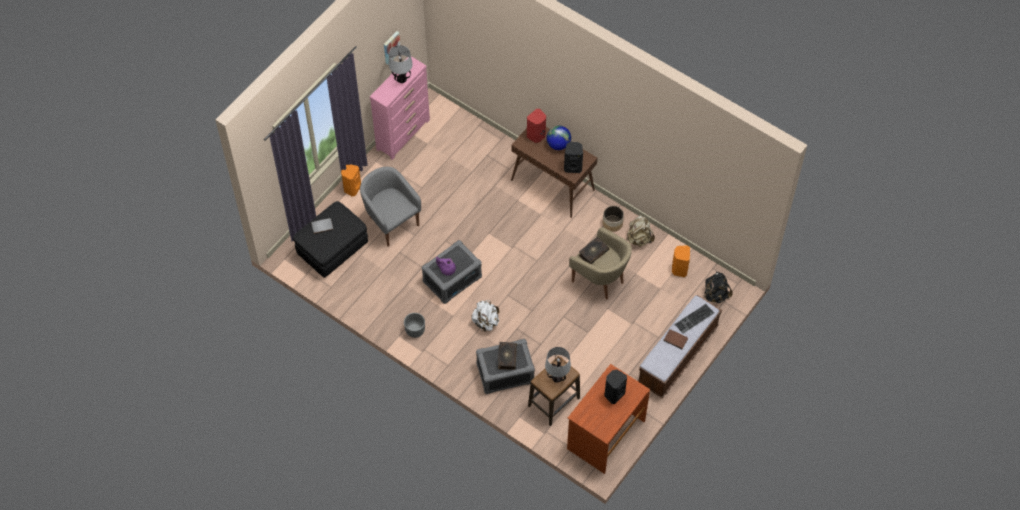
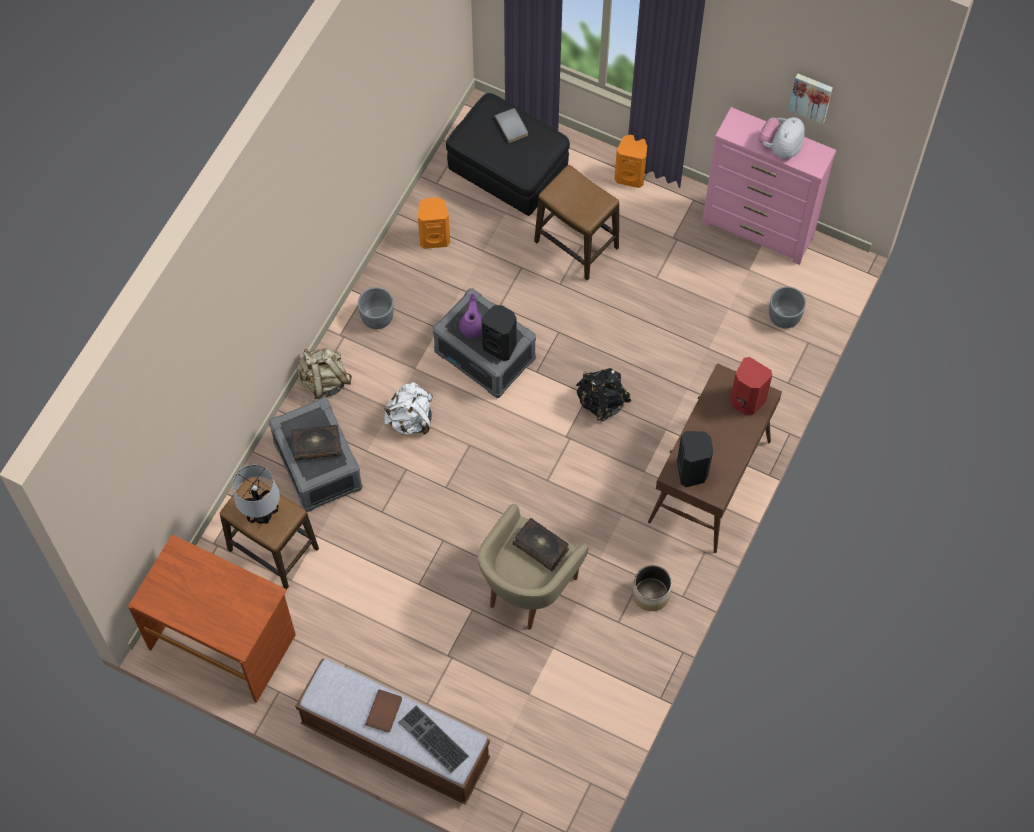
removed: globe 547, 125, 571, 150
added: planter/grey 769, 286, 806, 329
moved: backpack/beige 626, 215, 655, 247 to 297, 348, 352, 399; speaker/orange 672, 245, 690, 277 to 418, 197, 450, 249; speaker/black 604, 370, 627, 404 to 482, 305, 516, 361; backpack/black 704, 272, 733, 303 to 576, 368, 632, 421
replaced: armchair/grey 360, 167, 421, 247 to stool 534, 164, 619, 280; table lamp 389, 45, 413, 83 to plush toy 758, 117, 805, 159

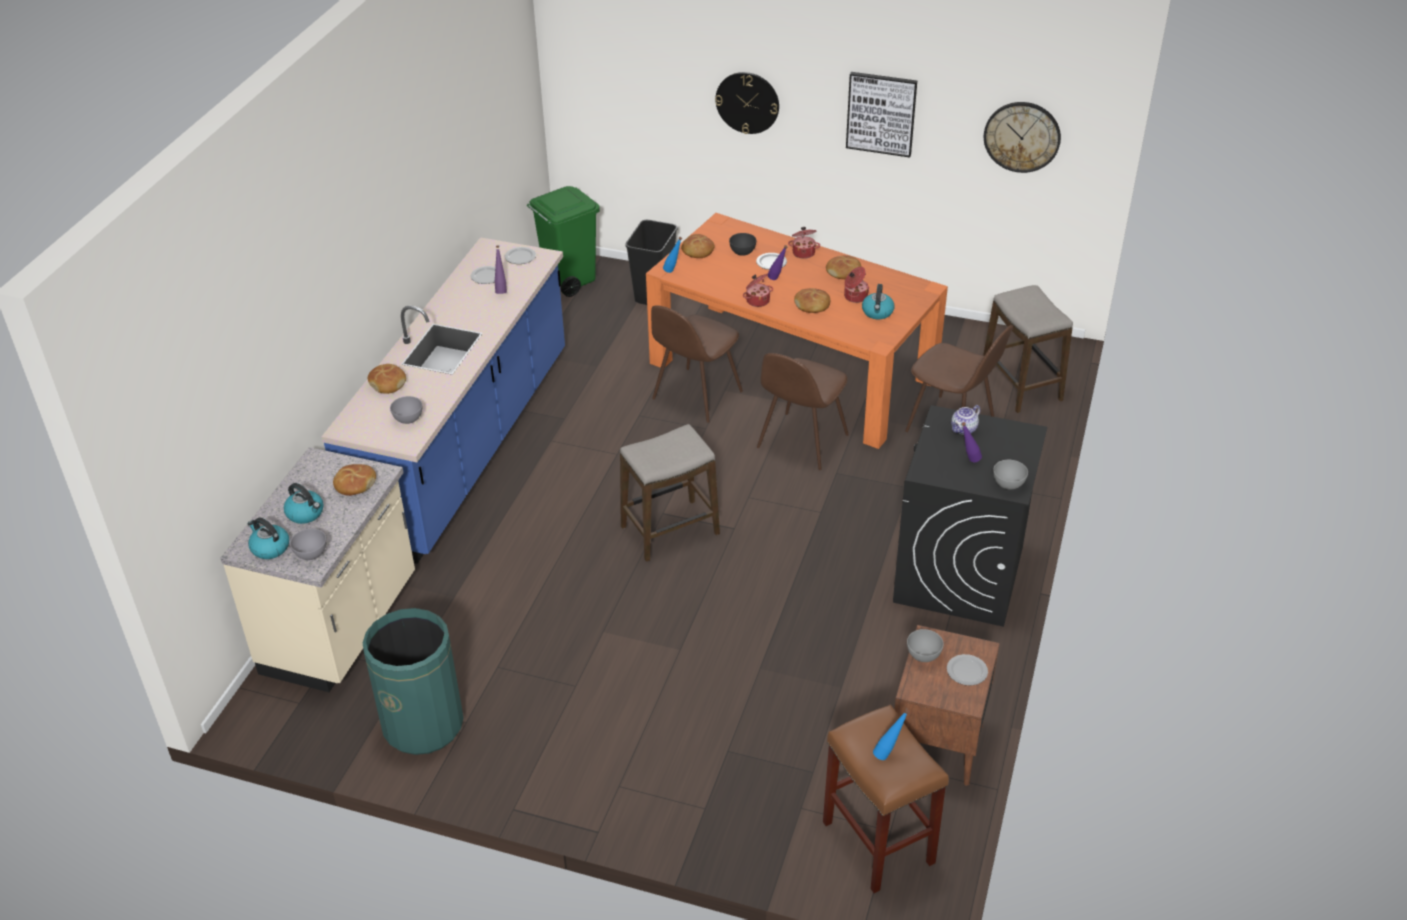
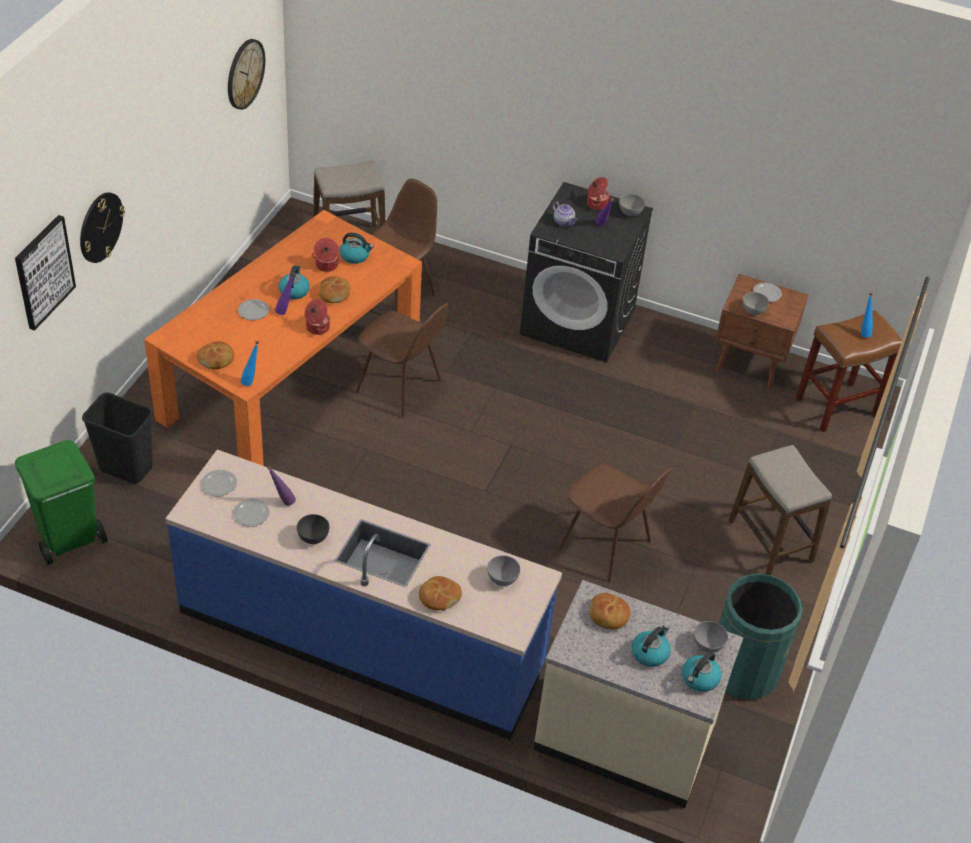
removed: bread 826, 256, 861, 279
added: kettle 278, 266, 310, 300
moved: picture 846, 72, 917, 158 to 15, 215, 76, 331; bowl/grey 729, 233, 756, 256 to 297, 514, 329, 544; chair/brown 651, 305, 743, 423 to 558, 464, 672, 582; cooking pot 788, 227, 820, 259 to 587, 177, 610, 210; stool 620, 424, 720, 562 to 729, 445, 832, 575

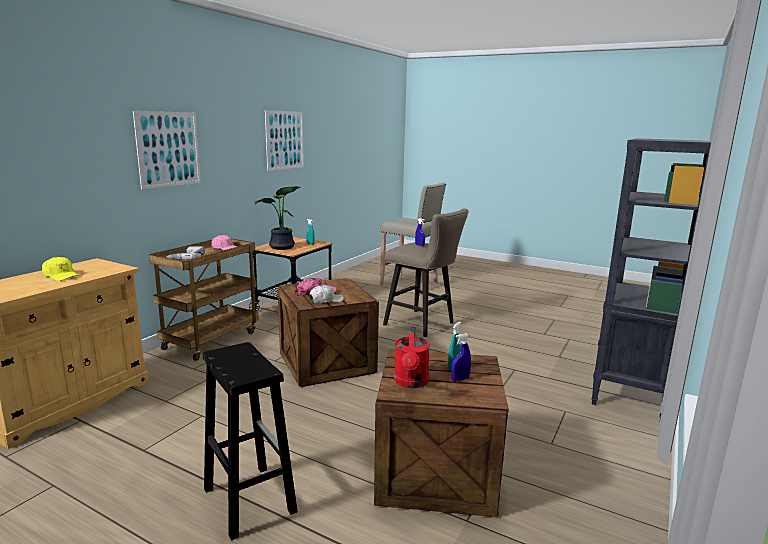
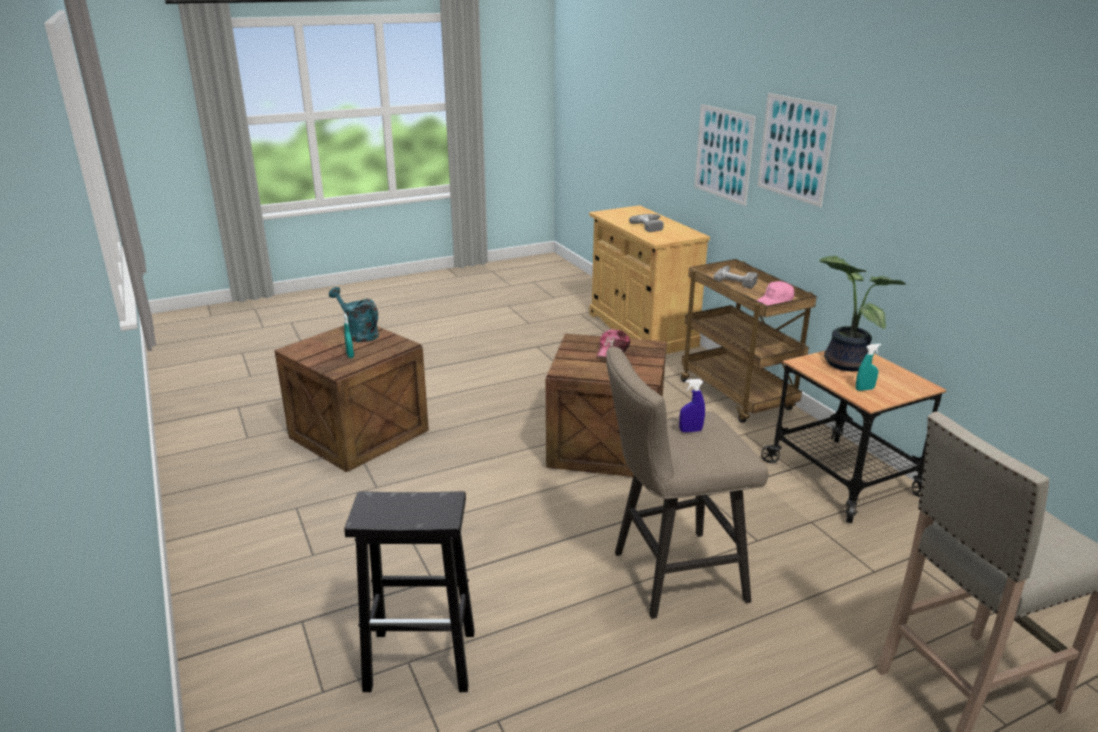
removed: cap/white 309, 285, 343, 303; spray bottle/blue 451, 334, 471, 381; bookcase/black 591, 138, 711, 418
moved: stool/black 203, 342, 298, 541 to 344, 491, 475, 692; picture 265, 110, 304, 171 to 694, 104, 756, 206
replaced: cap/yellow 42, 257, 80, 281 to power drill 629, 214, 664, 232
recoloured: watering can/red 394, 326, 430, 388 to watering can/turquoise 329, 287, 379, 342

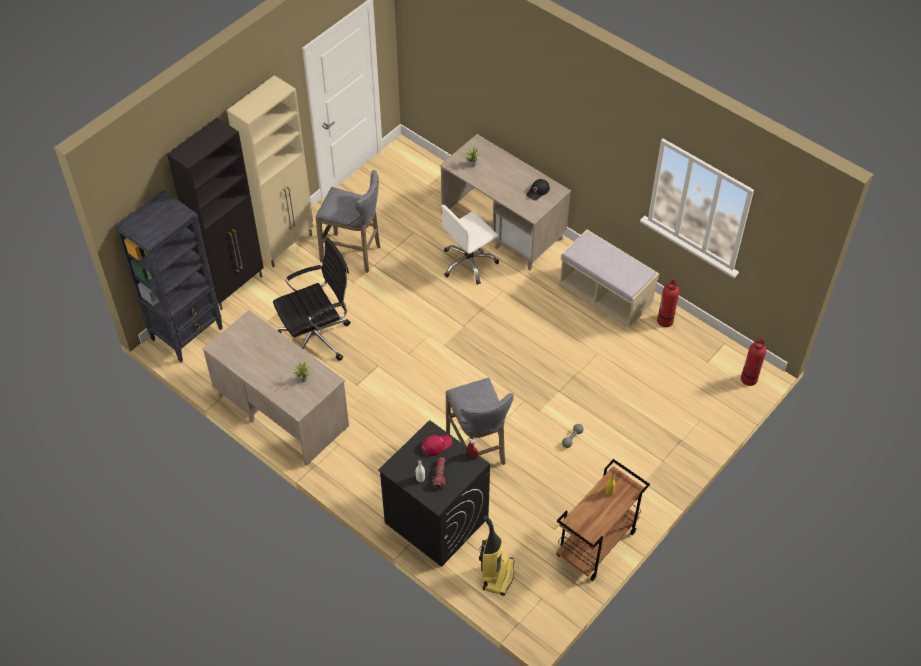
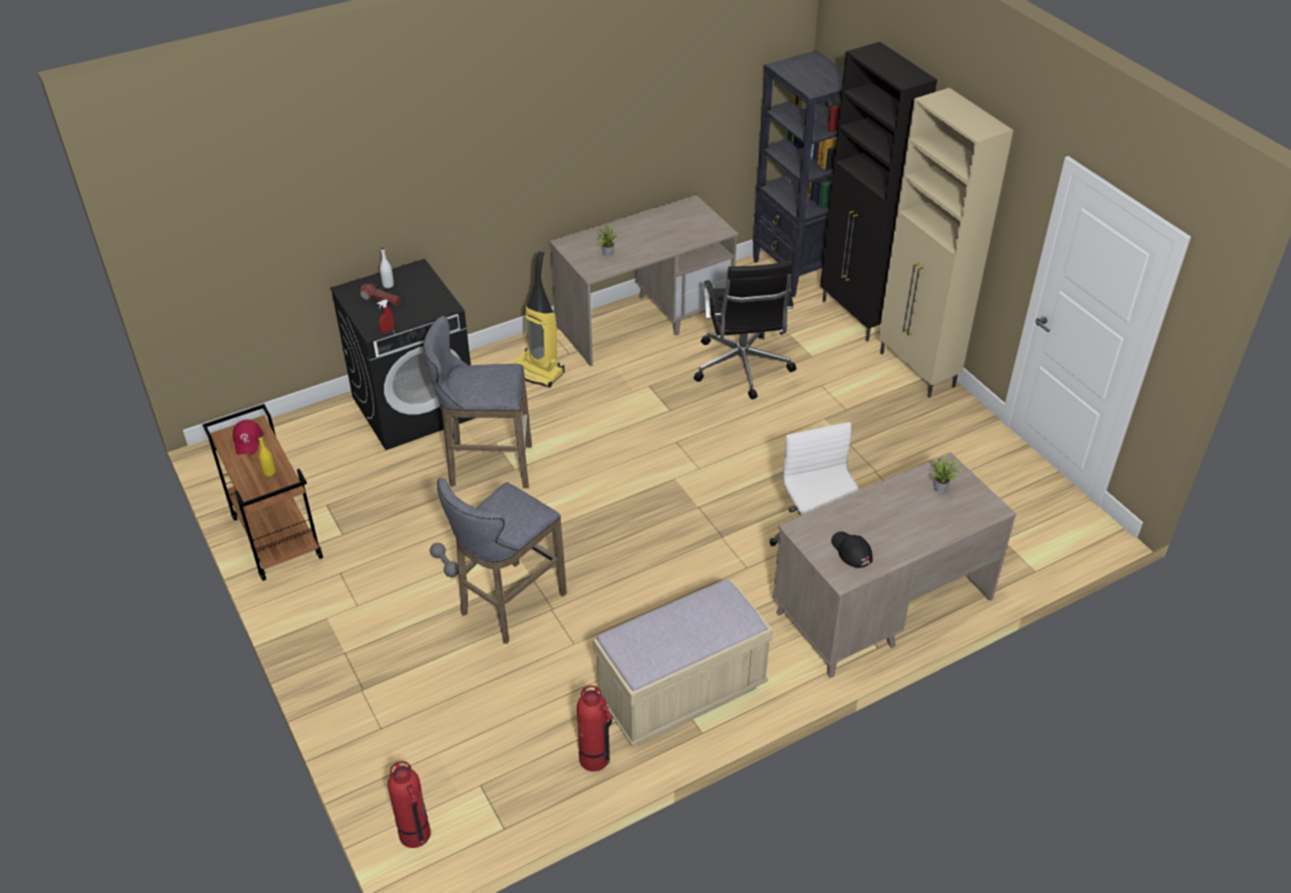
moved: cap/red 421, 435, 452, 456 to 233, 419, 263, 455; stool/grey 316, 170, 380, 273 to 437, 478, 567, 644; vacuum cleaner 479, 515, 515, 596 to 514, 251, 565, 387

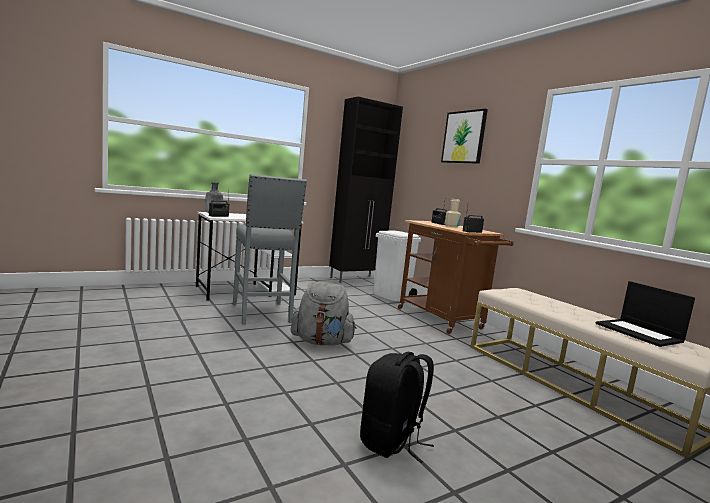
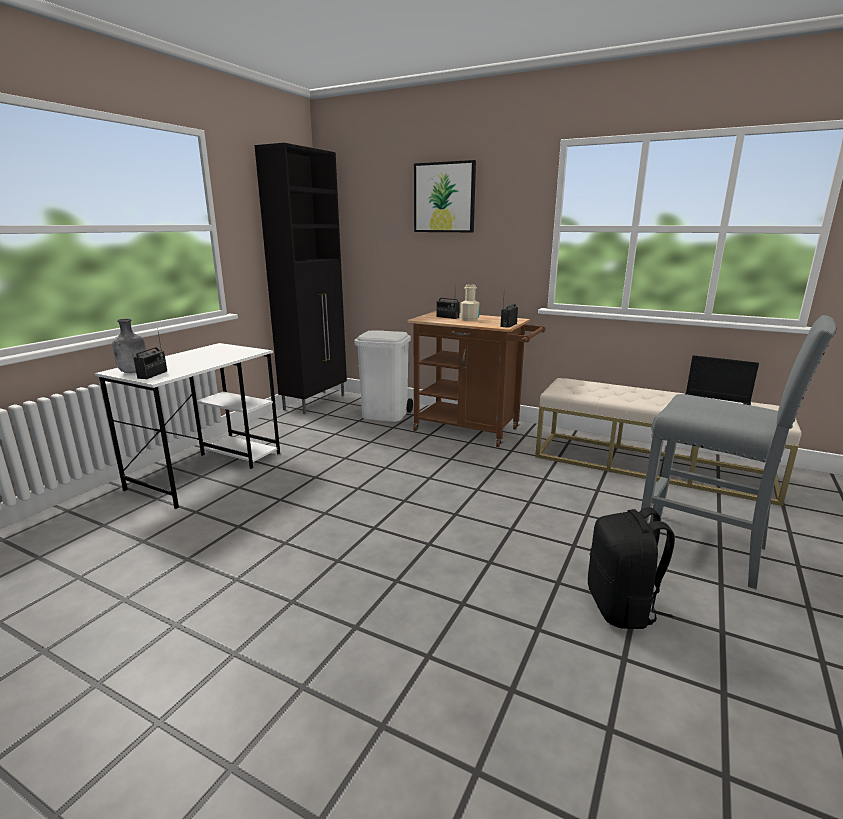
removed: backpack/grey 291, 282, 357, 346
moved: stool/grey 233, 174, 307, 325 to 641, 315, 836, 590

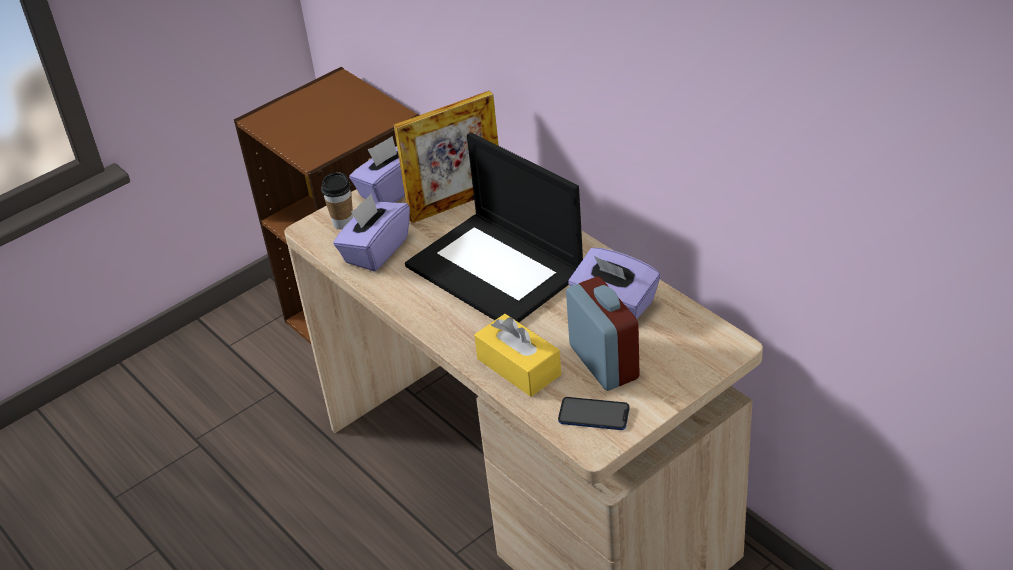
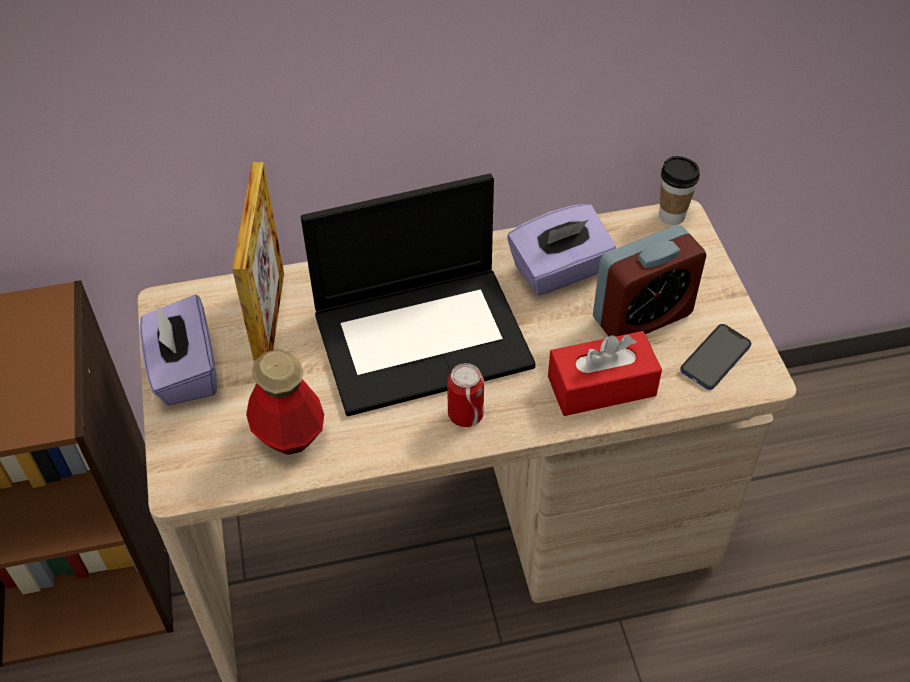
added: can 447, 363, 484, 427
moved: cup 321, 172, 353, 230 to 659, 156, 700, 225
replaced: tissue box/purple 333, 194, 410, 271 to bottle 246, 349, 324, 455
recoloured: tissue box/yellow 474, 314, 561, 397 to tissue box/red 548, 331, 662, 416
turned: alarm clock 566, 276, 640, 391 = 593, 225, 706, 336 150 degrees clockwise

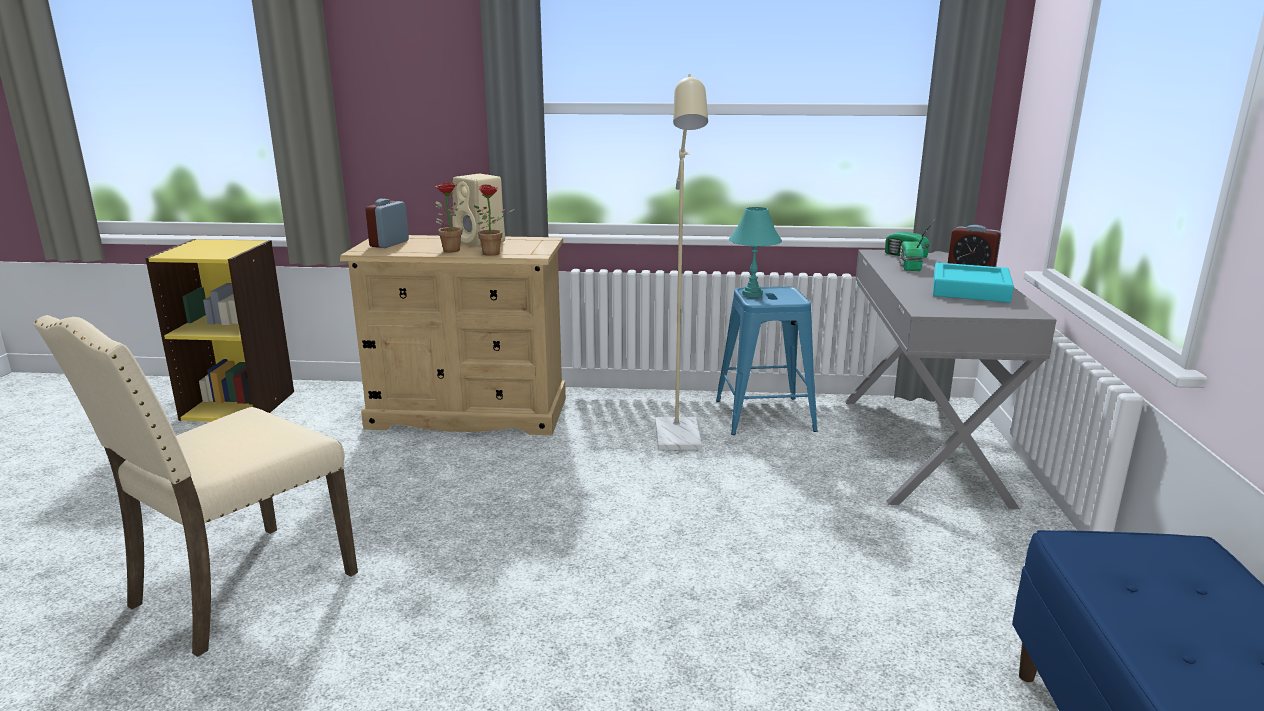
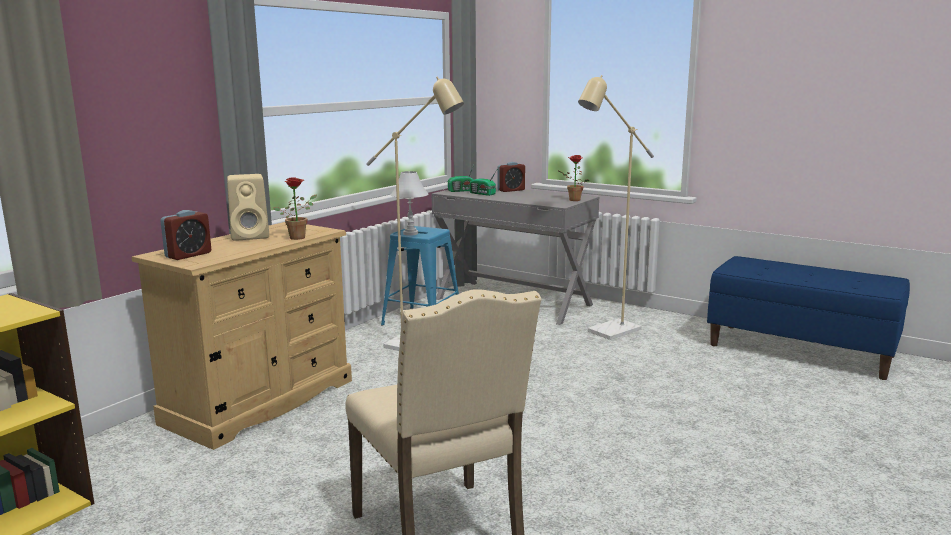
removed: tray/turquoise 933, 263, 1014, 303
added: floor lamp/beige 578, 75, 654, 340
moved: potted plant 435, 183, 464, 252 to 557, 155, 589, 201
recoloured: table lamp/turquoise 729, 207, 782, 297 to table lamp/white 391, 171, 429, 236
turned: alarm clock 366, 199, 409, 248 = 160, 210, 211, 260 105 degrees counterclockwise

